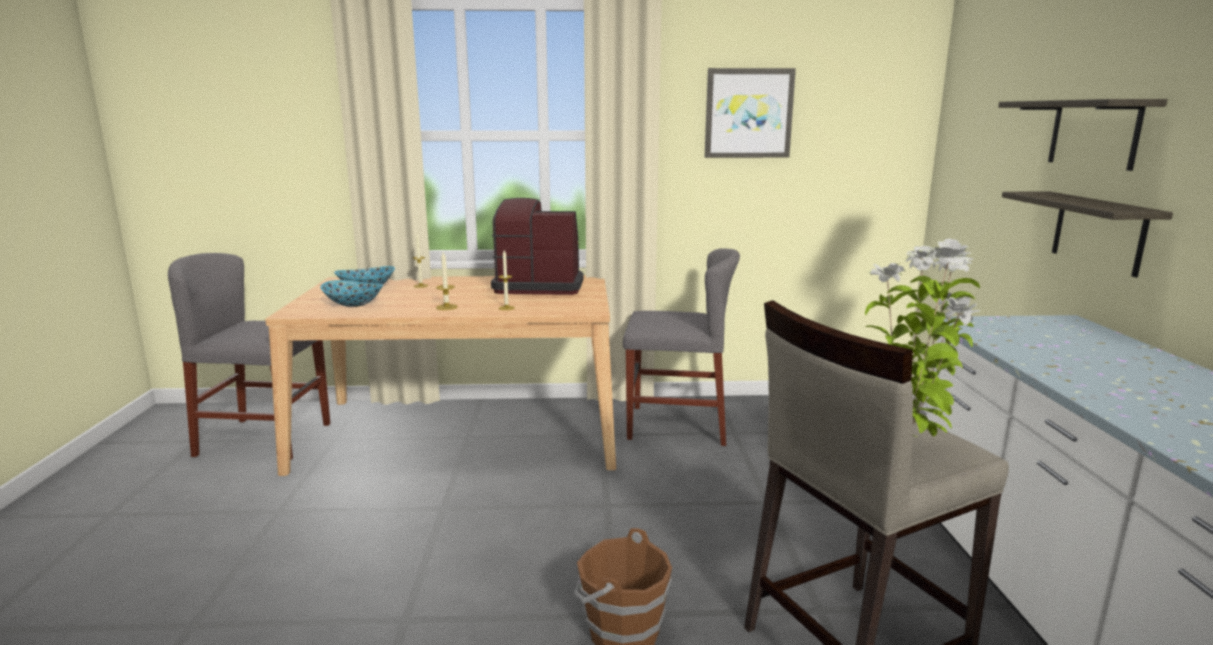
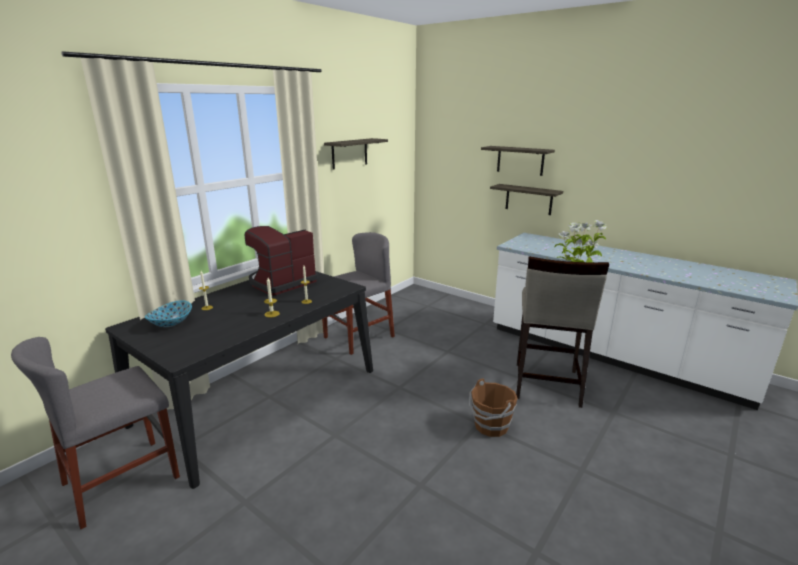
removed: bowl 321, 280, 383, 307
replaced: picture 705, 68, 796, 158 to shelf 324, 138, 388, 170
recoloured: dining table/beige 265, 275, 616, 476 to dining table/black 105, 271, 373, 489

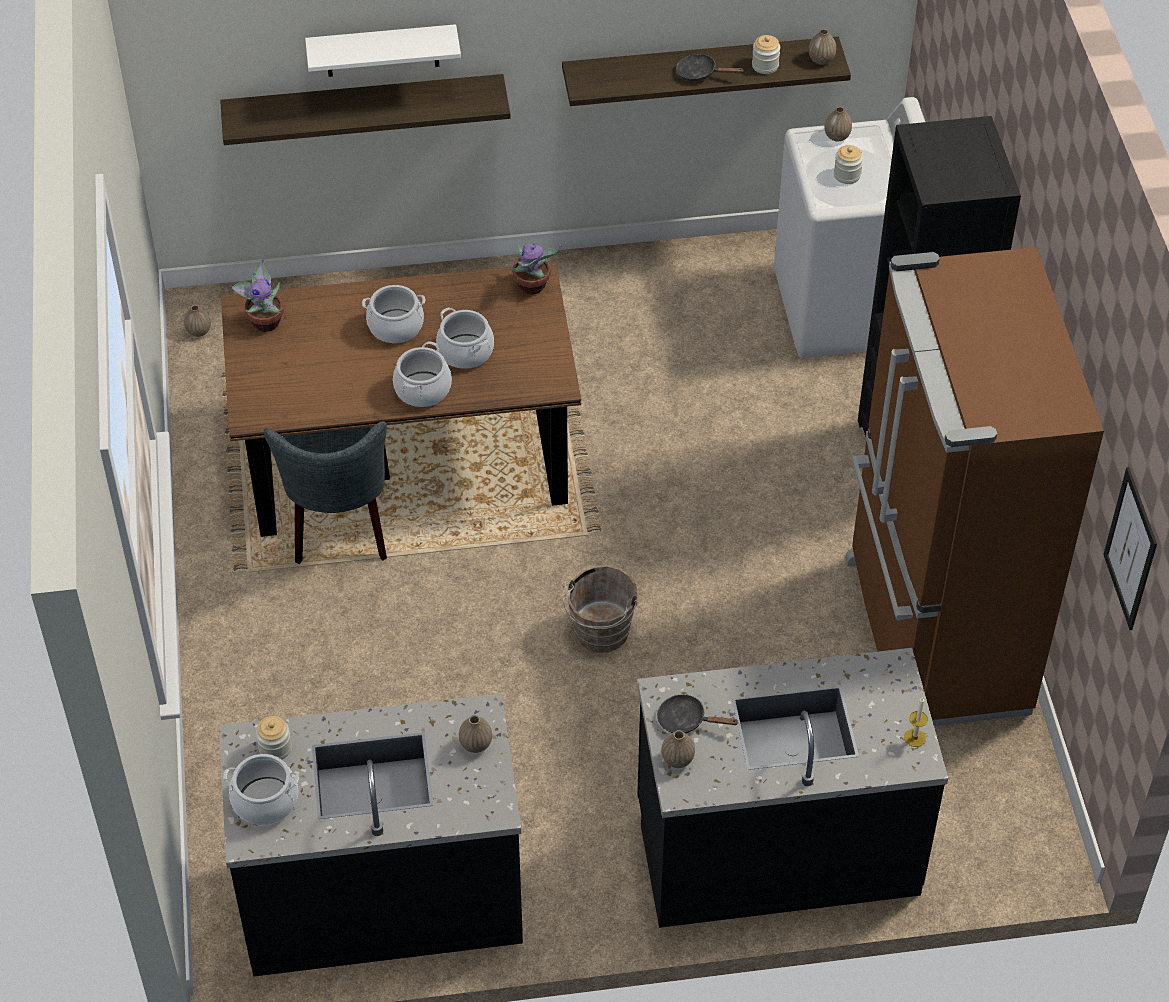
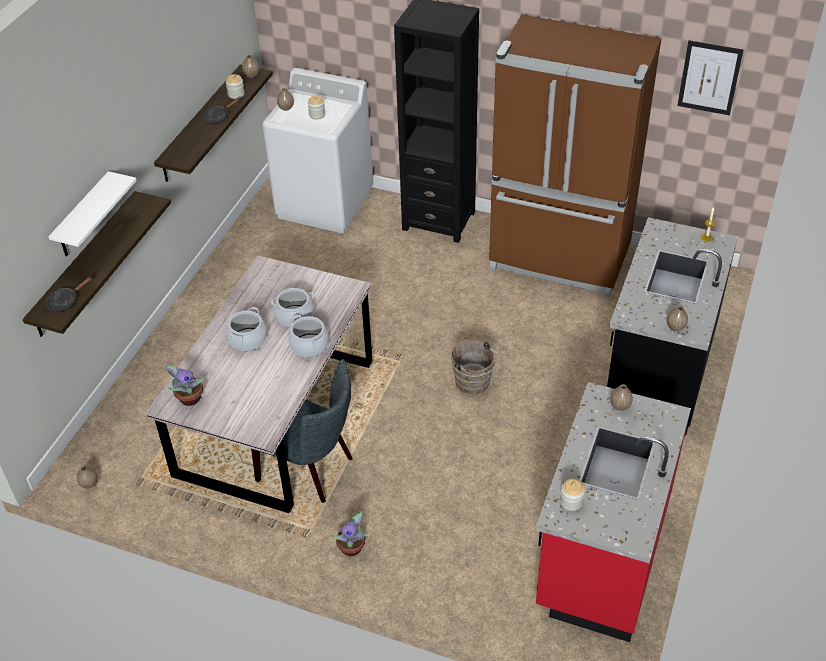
removed: cooking pot 223, 754, 299, 825
moved: frying pan/black 657, 694, 739, 733 to 46, 277, 92, 312; potted plant 510, 243, 561, 295 to 330, 508, 369, 556
recoloured: dining table/brown 221, 262, 581, 537 to dining table/grey 146, 255, 373, 513; counter/black 219, 693, 523, 977 to counter/red 536, 382, 691, 642

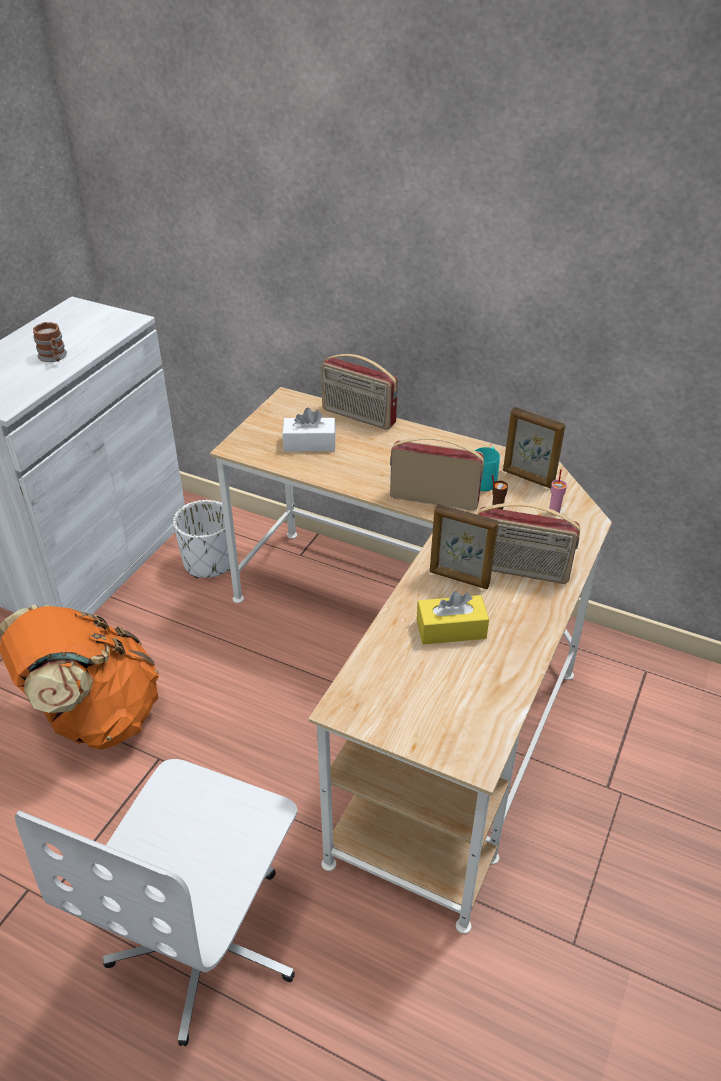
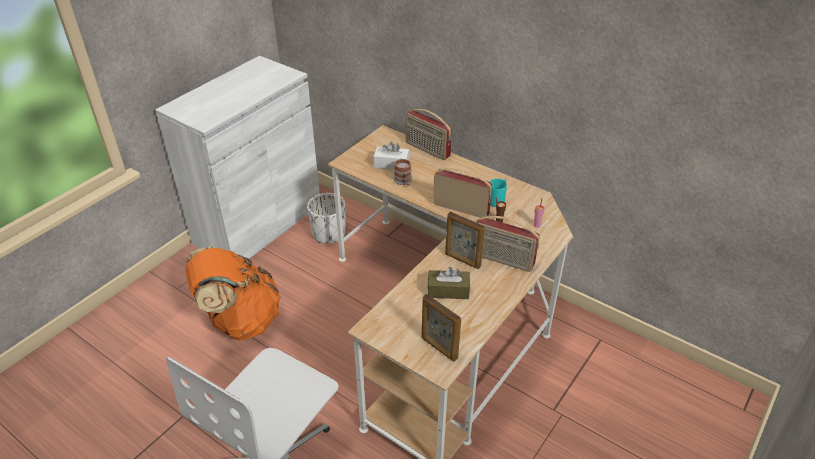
moved: mug 33, 322, 67, 362 to 393, 159, 412, 186; picture frame 503, 407, 566, 489 to 422, 294, 461, 362
recoloured: tissue box/yellow 417, 591, 489, 645 to tissue box/brown 428, 267, 470, 299

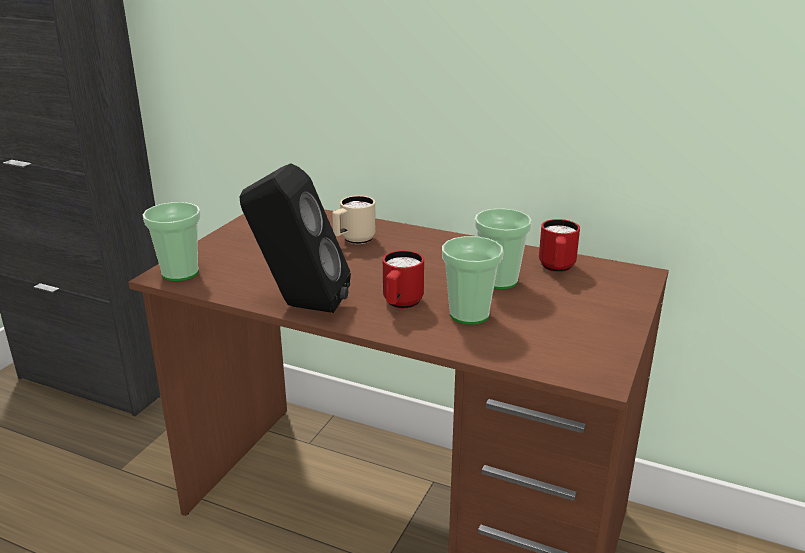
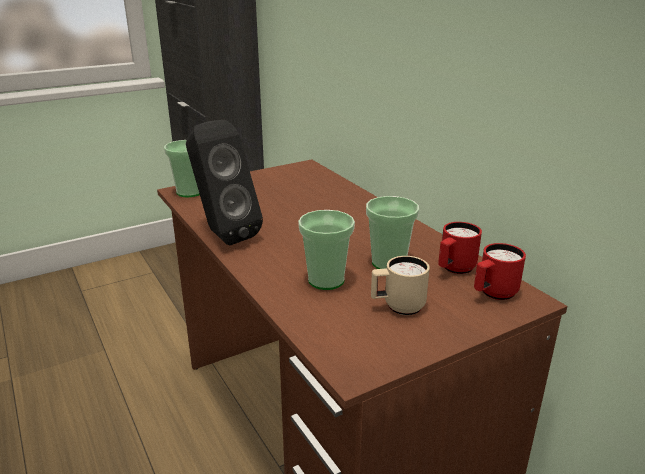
moved: mug/beige 332, 196, 376, 244 to 371, 256, 430, 315; mug/red 383, 250, 424, 308 to 474, 243, 526, 300

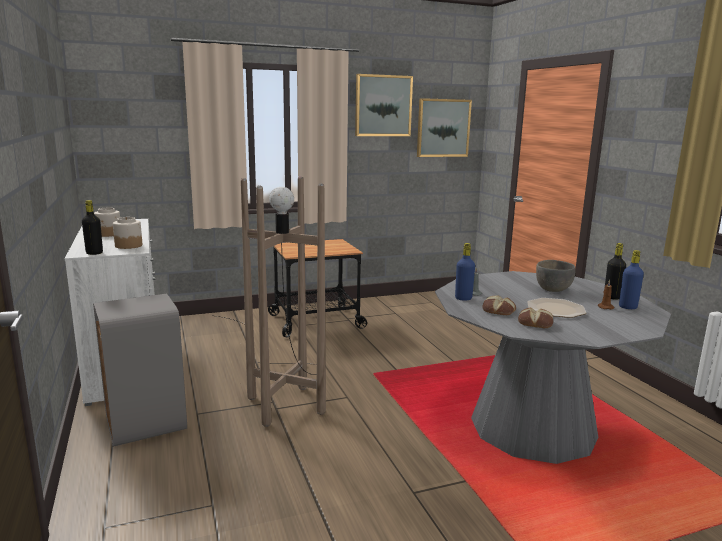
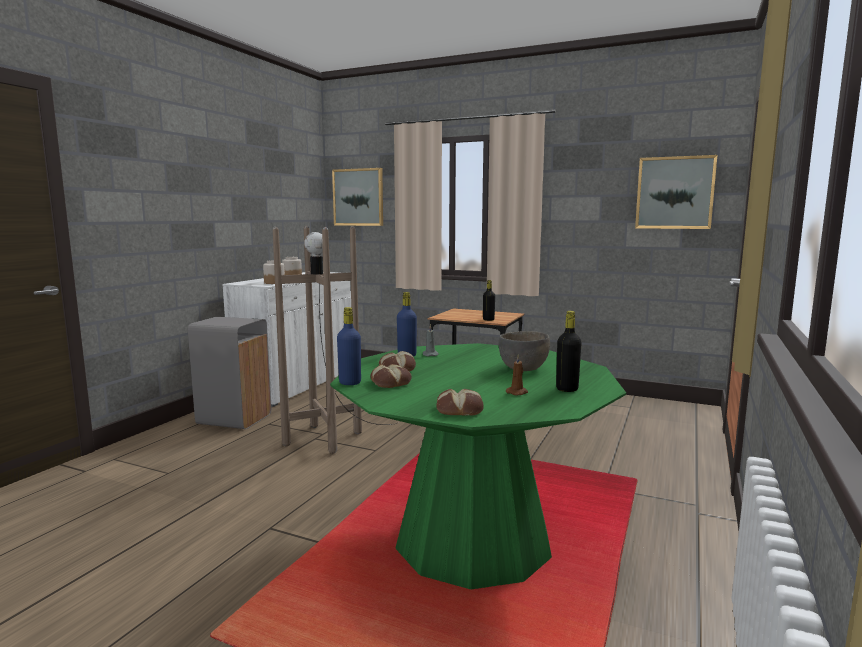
removed: plate 527, 298, 586, 318
added: bread 436, 389, 484, 416
moved: picture 355, 74, 413, 136 to 332, 168, 383, 226; bottle/blue 619, 250, 644, 309 to 337, 307, 361, 385; bottle/black 82, 200, 103, 255 to 483, 280, 495, 321
recoloured: dining table/grey 435, 271, 671, 464 to dining table/green 330, 343, 626, 589

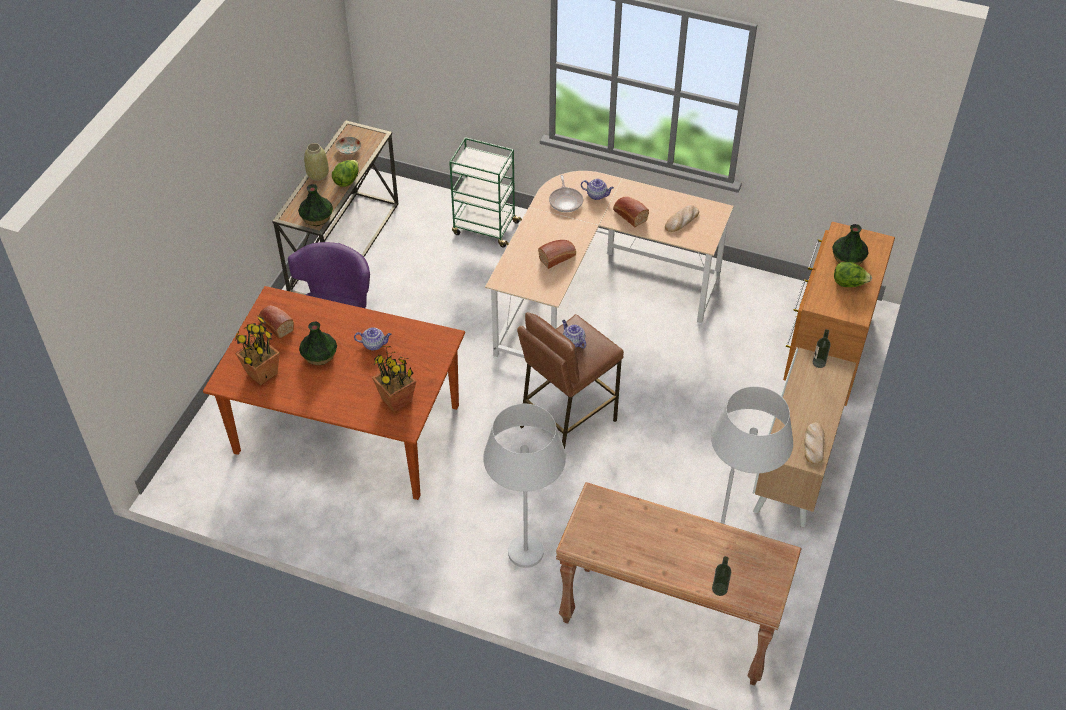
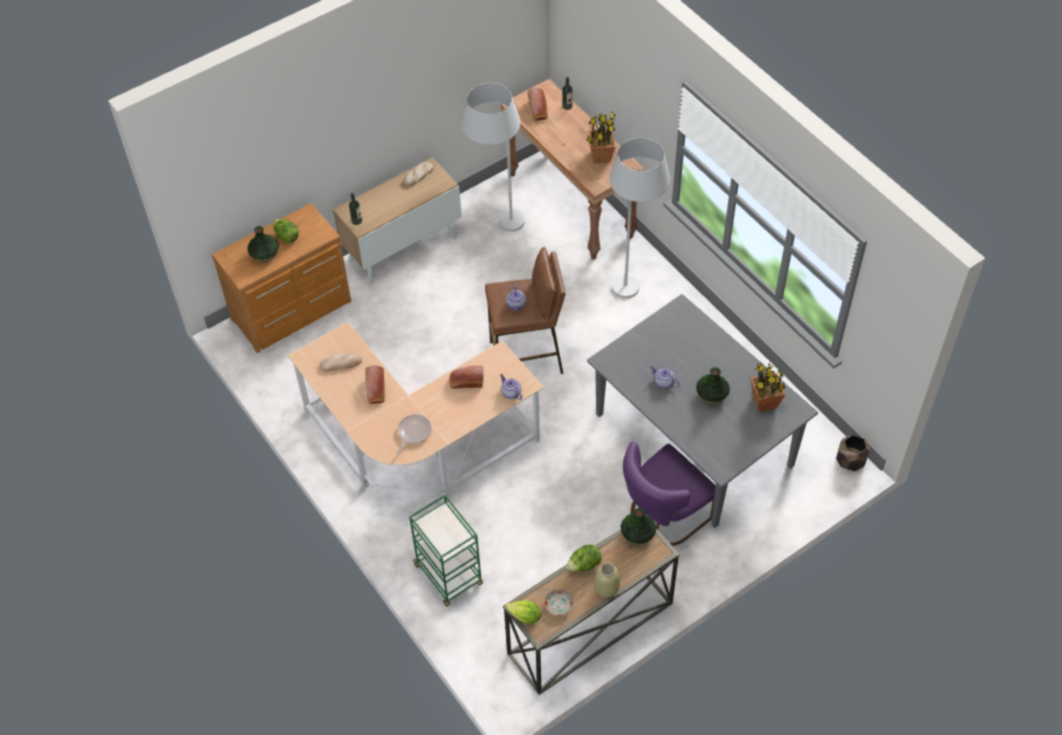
added: lettuce 505, 600, 541, 624; planter/brown 836, 435, 870, 471
moved: teapot 581, 179, 614, 200 to 500, 374, 522, 400; bread 258, 306, 294, 339 to 528, 88, 548, 121; potted plant 372, 346, 416, 412 to 587, 111, 616, 163
recoloured: dining table/brown 203, 286, 465, 500 to dining table/grey 587, 294, 818, 528

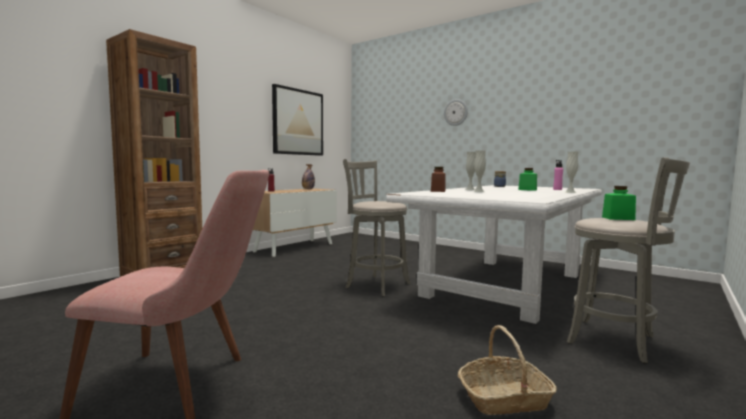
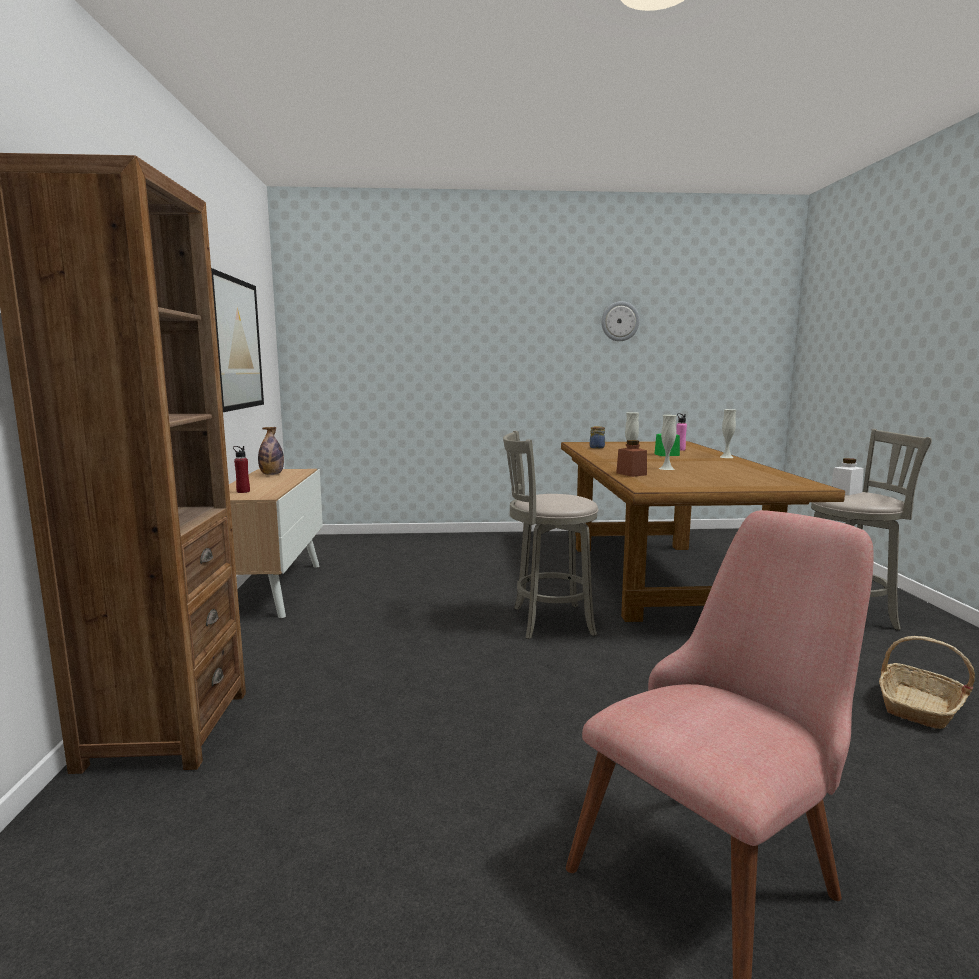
moved: wall clock 444, 99, 468, 126 to 601, 301, 640, 341
recoloured: dining table/white 386, 185, 601, 324 to dining table/brown 561, 441, 845, 622; jar/green 602, 186, 636, 220 to jar/white 831, 458, 864, 495

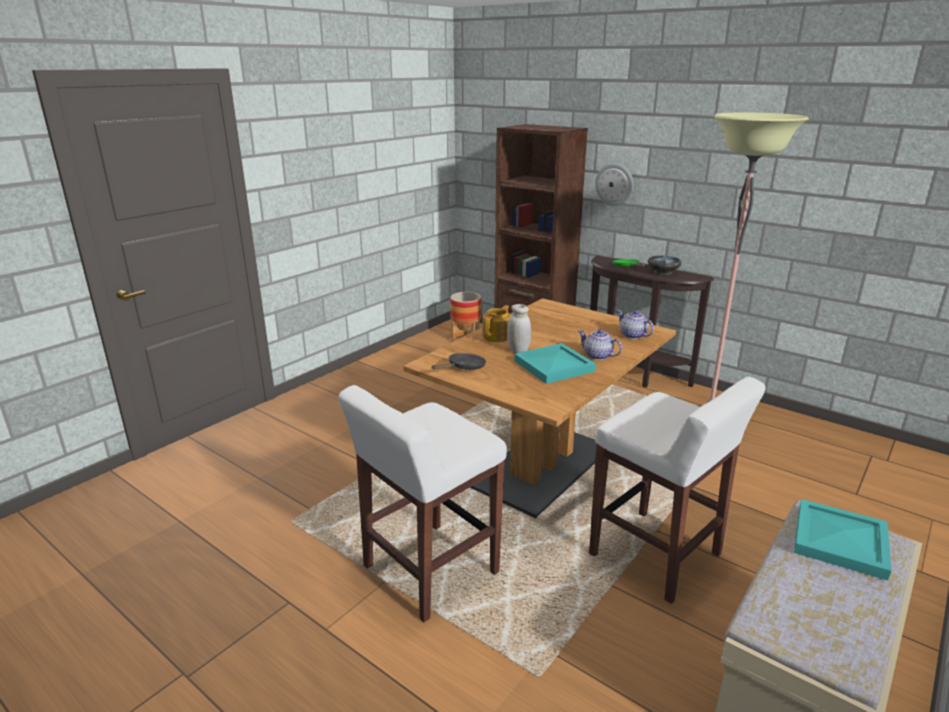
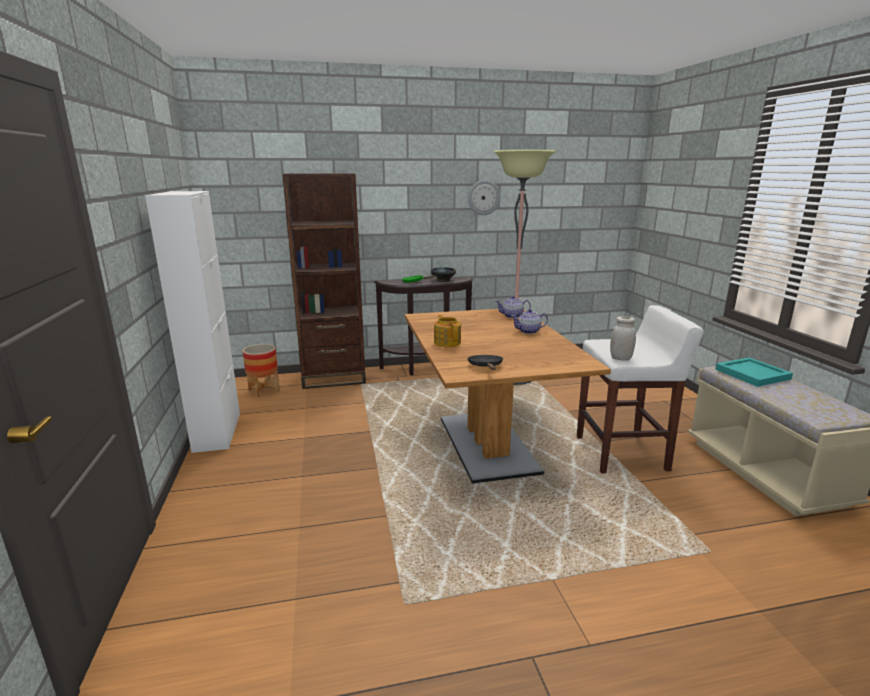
removed: stool/white 339, 385, 507, 622; tray/turquoise 514, 343, 596, 384
added: cabinet/white 145, 191, 240, 453
moved: wall clock 595, 163, 633, 206 to 468, 180, 500, 215; jar/white 507, 304, 531, 353 to 610, 316, 636, 361

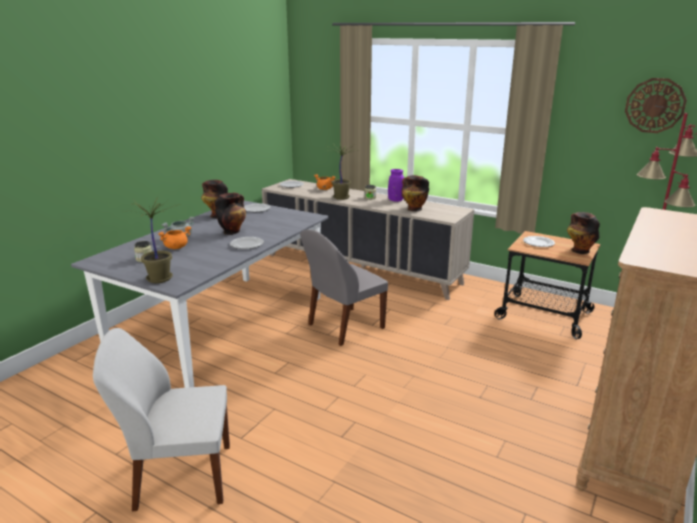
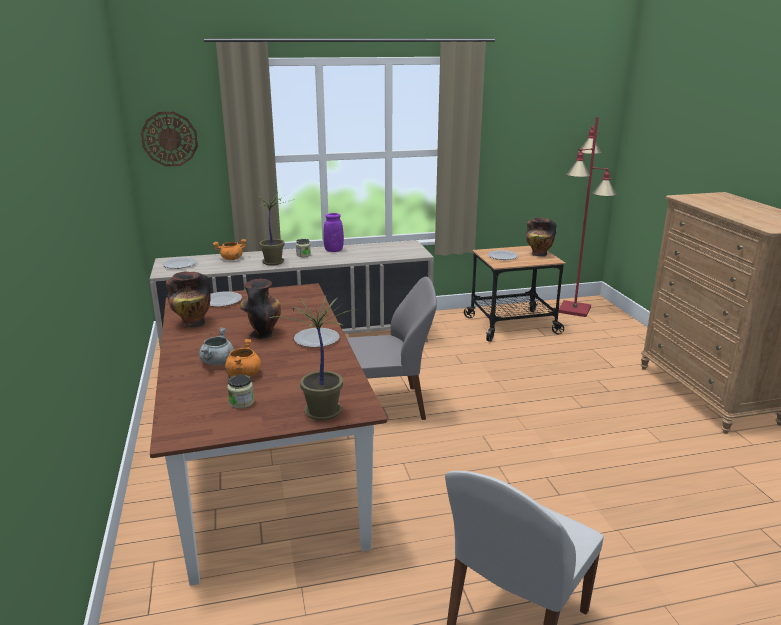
removed: vase 402, 175, 429, 211
moved: wall clock 625, 78, 687, 133 to 141, 112, 198, 167
recoloured: dining table/grey 71, 201, 329, 388 to dining table/brown 150, 283, 387, 586
turned: chair/grey 300, 230, 388, 346 = 347, 277, 437, 420 105 degrees counterclockwise

